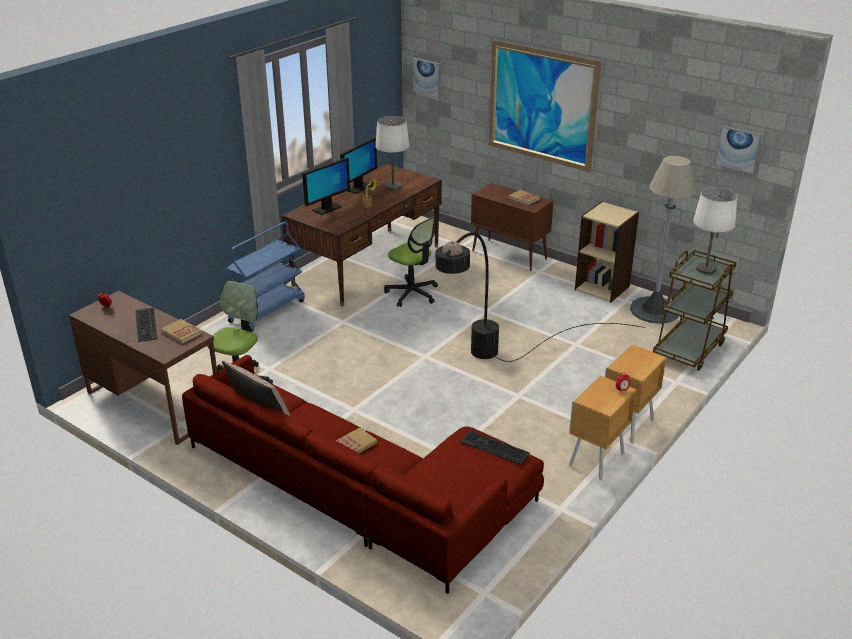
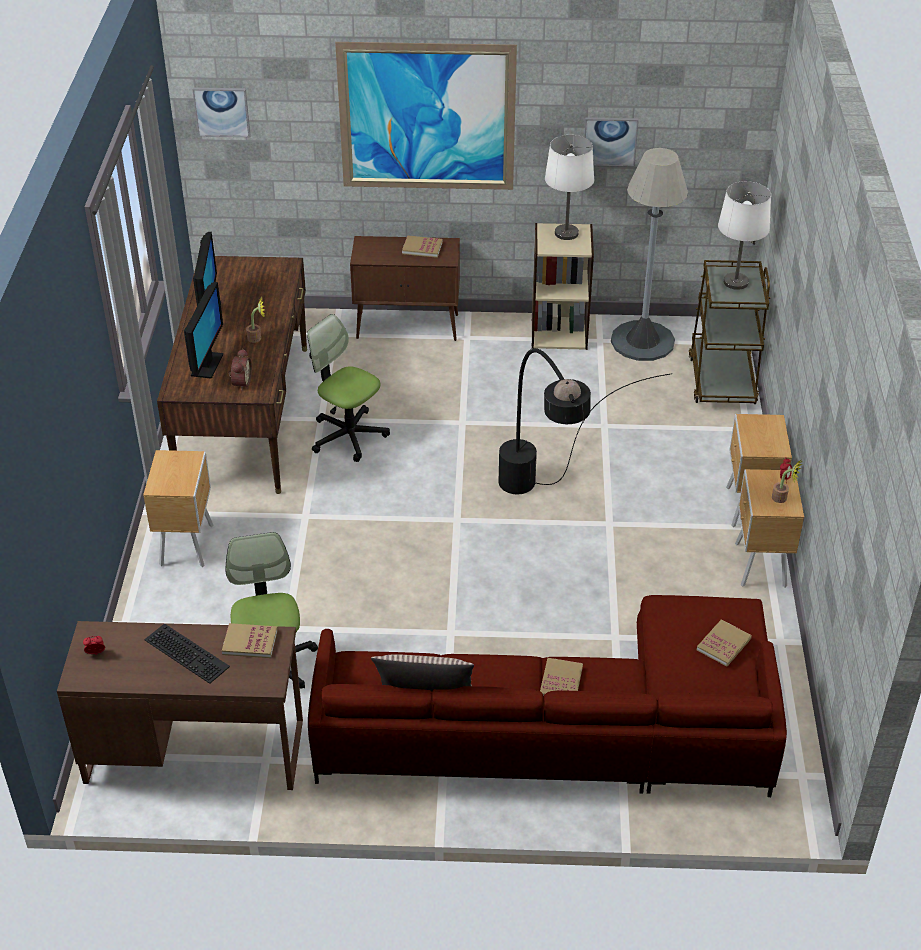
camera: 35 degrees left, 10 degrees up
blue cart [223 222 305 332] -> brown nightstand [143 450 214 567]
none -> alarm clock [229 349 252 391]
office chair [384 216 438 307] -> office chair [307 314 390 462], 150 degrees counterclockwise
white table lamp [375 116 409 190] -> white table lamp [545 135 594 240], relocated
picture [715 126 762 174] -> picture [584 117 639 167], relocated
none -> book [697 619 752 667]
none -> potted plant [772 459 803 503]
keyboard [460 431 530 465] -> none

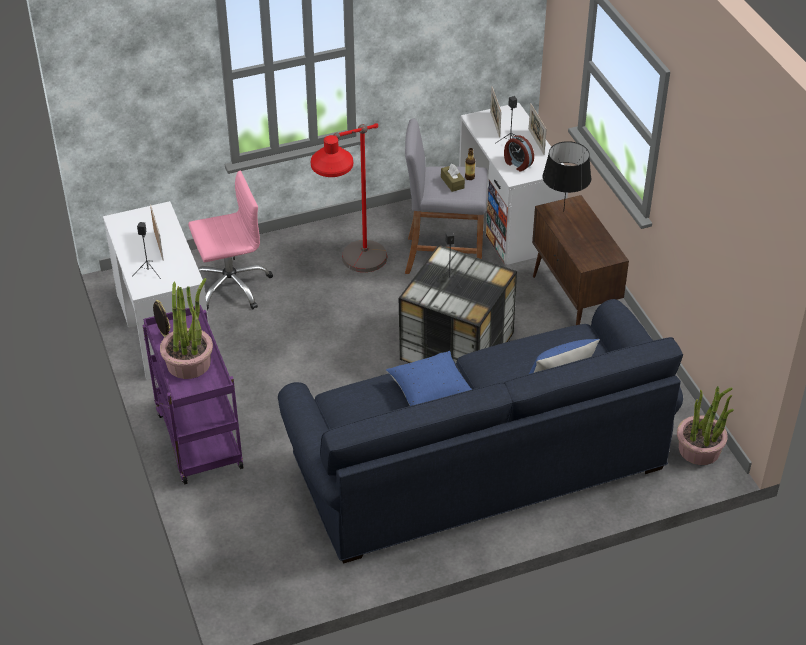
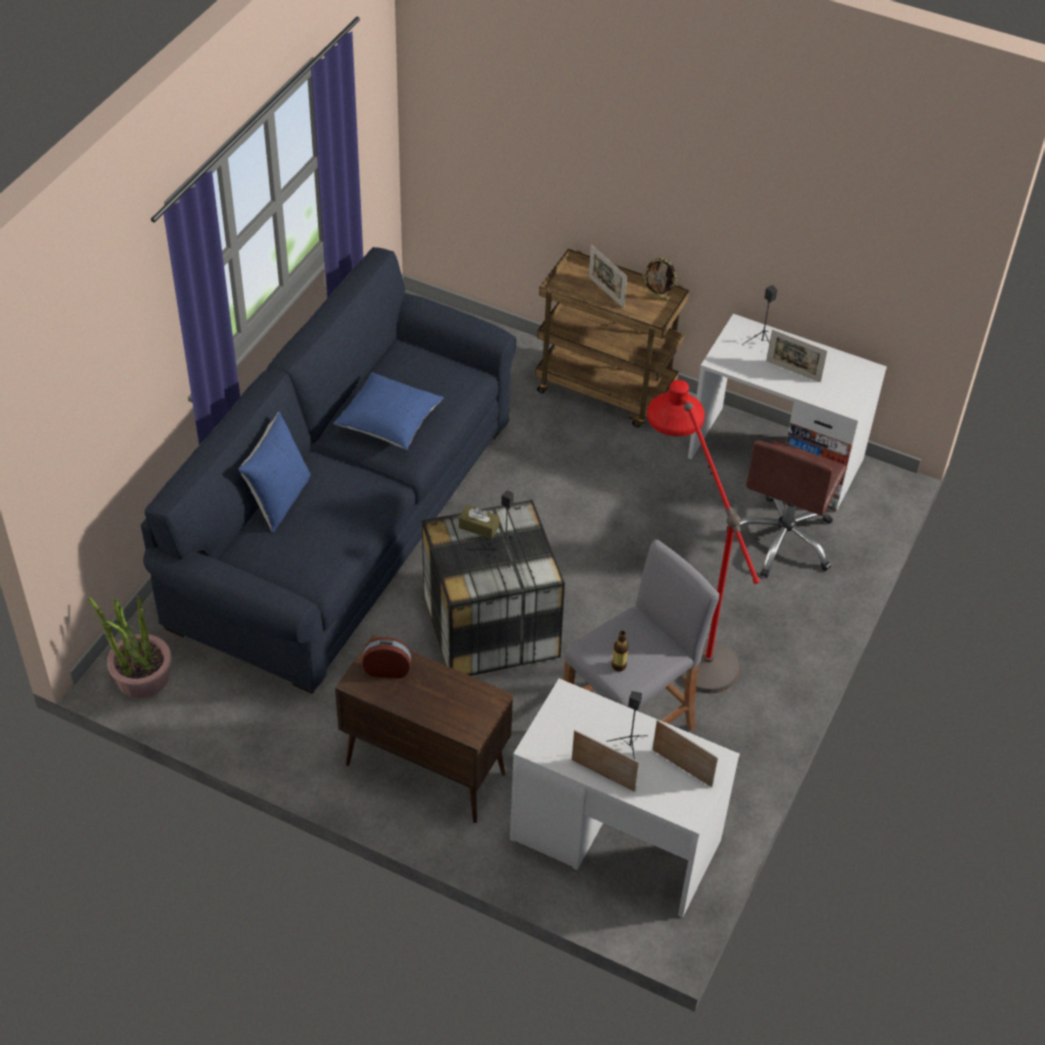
camera: 135 degrees right, 5 degrees up
alarm clock [504 135 534 172] -> alarm clock [362 637 411 679], relocated
brown tissue box [441 164 465 192] -> brown tissue box [459 505 500 539], relocated
purple cart [143 305 244 485] -> brown cart [535 249 690 428]
potted plant [160 278 213 379] -> picture frame [588 245 627 308]
pink office chair [188 171 273 310] -> brown office chair [727 440 847 578]
black table lamp [543 141 591 212] -> none

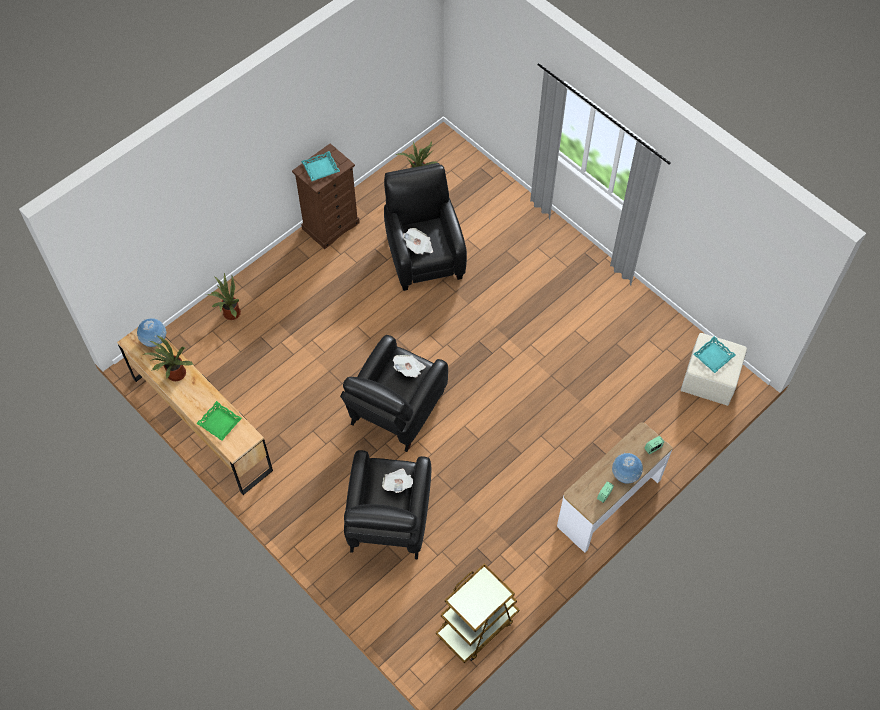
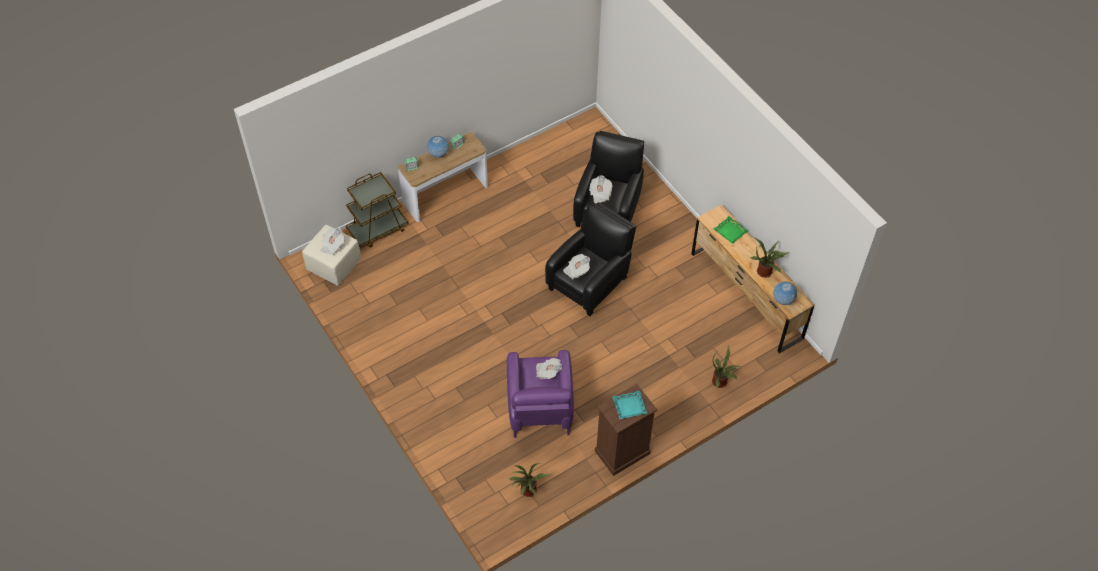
camera: 170 degrees left, 5 degrees down
turquoise tray [693 336 736 373] -> newspaper [320 228 345 255]
brown cart [436 563 519 664] -> brown cart [346 172 408 248], relocated
black armchair [384 163 467 291] -> purple armchair [507 350 574 438]

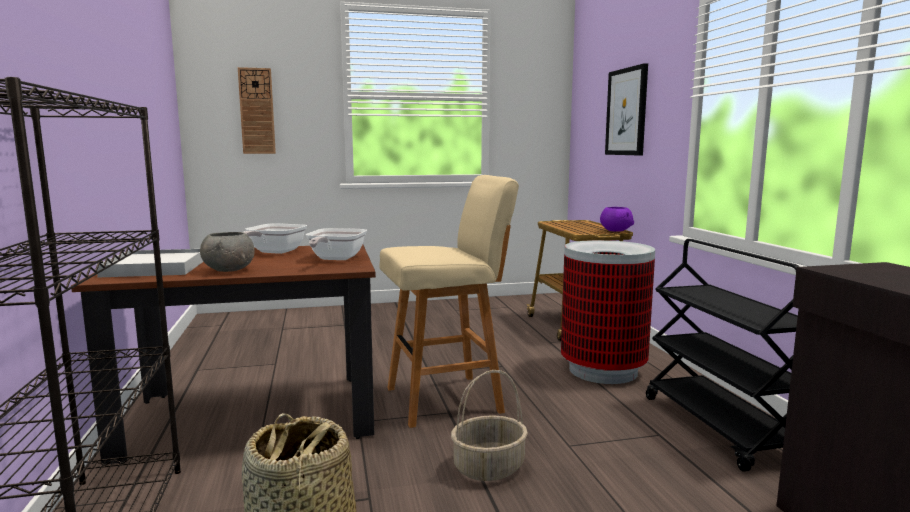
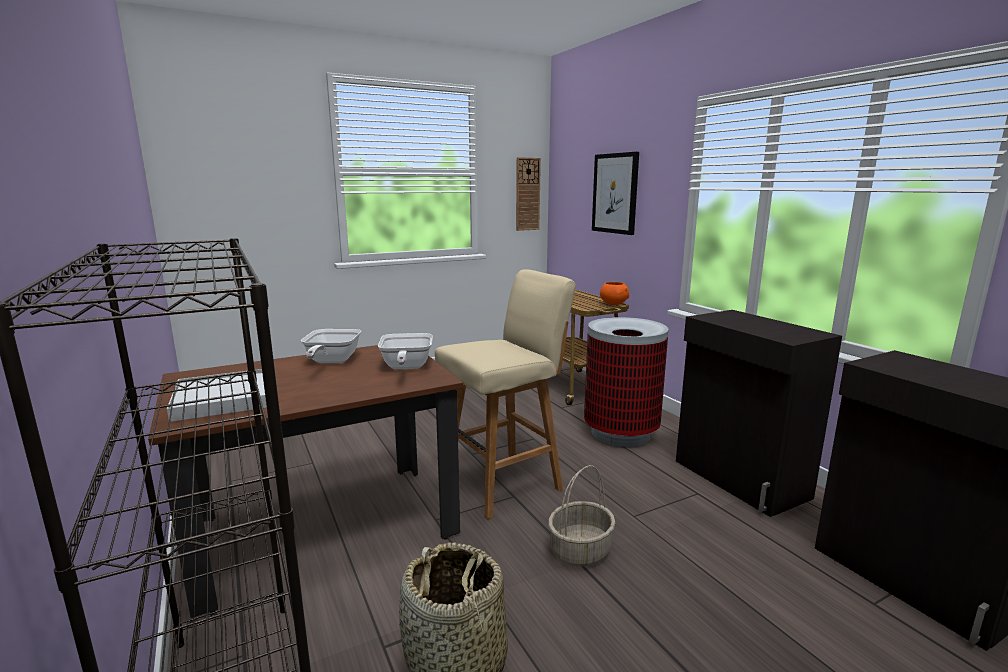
camera: 15 degrees left, 5 degrees up
wall clock [238 67 276 154] -> wall clock [516 157 541 231], relocated
purple bowl [600 207 634 232] -> orange bowl [600 282 629 305]
black cart [646 239 800 472] -> black cabinet [676 310 842 517]
grey bowl [200 232 255 272] -> none

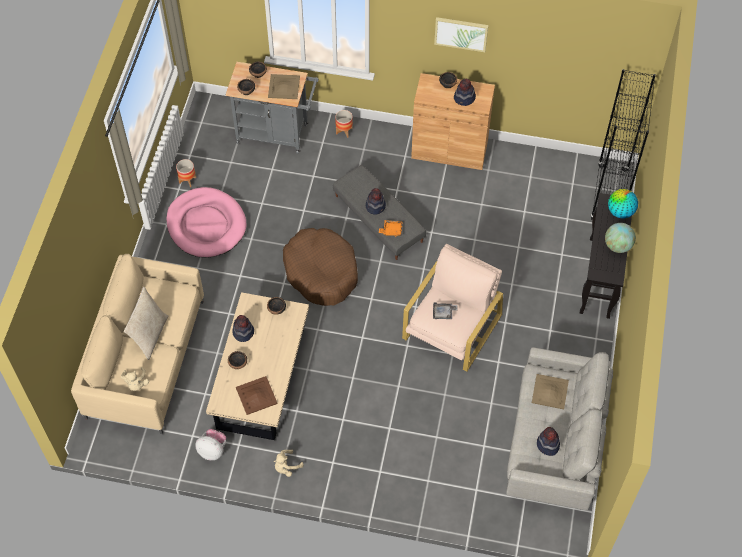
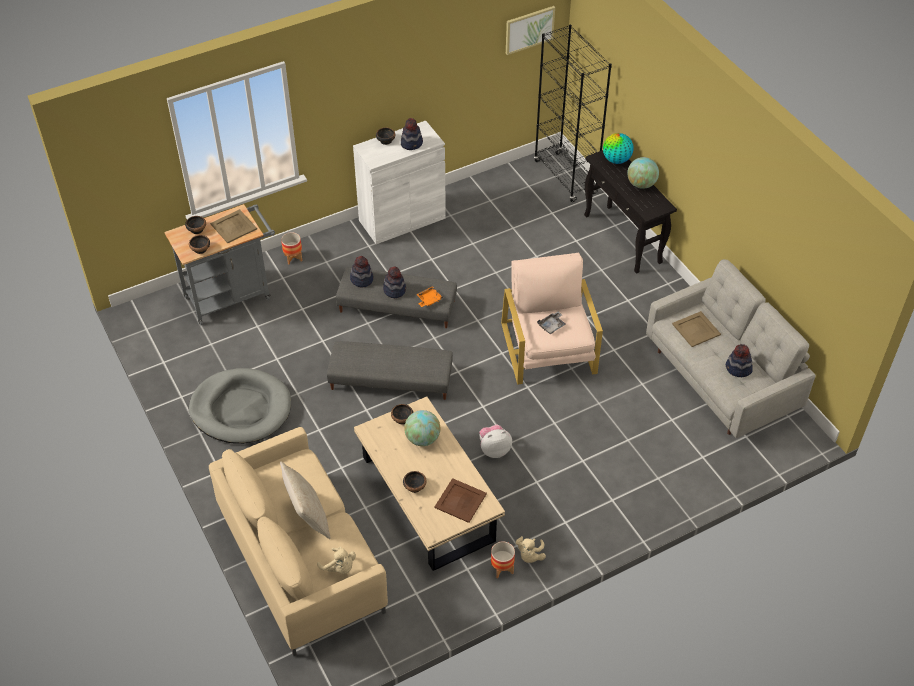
camera: 40 degrees left, 10 degrees down
pink dog bed [166 187 247 258] -> grey dog bed [189 368 291 444]
brown dog bed [283 228 358 306] -> grey ottoman [327 341 453 400]
hat [232 315 254 342] -> hat [350 256 373 288], relocated
brown cabinet [411 73 495 170] -> white cabinet [353 121 446 244]
none -> globe [404 410 440 446]
plush toy [195 429 226 460] -> plush toy [479 425 512 458], relocated
planter [176 159 196 187] -> planter [491 541 515 579], relocated
picture [434 17 488 52] -> picture [506 6 555 55], relocated

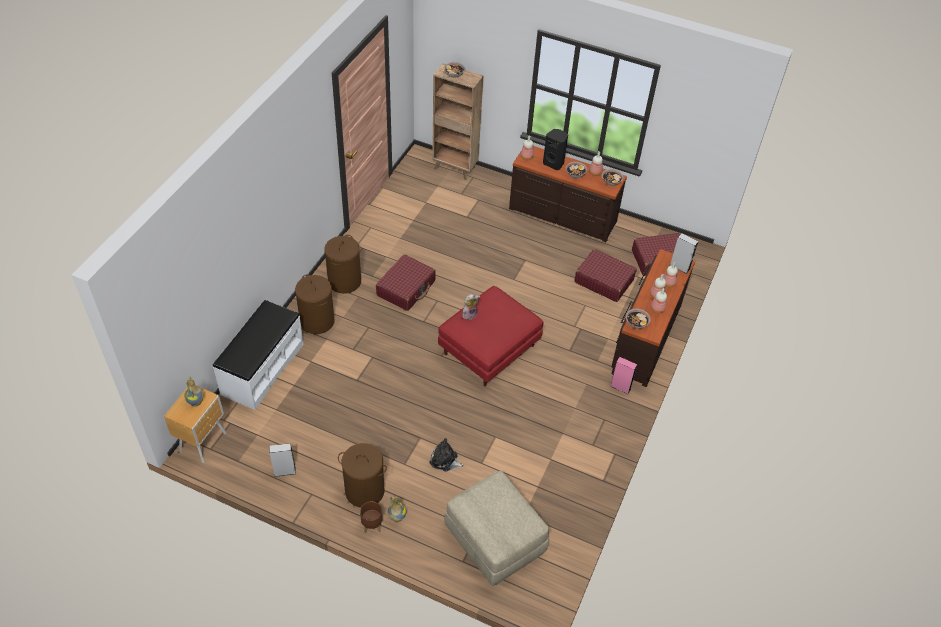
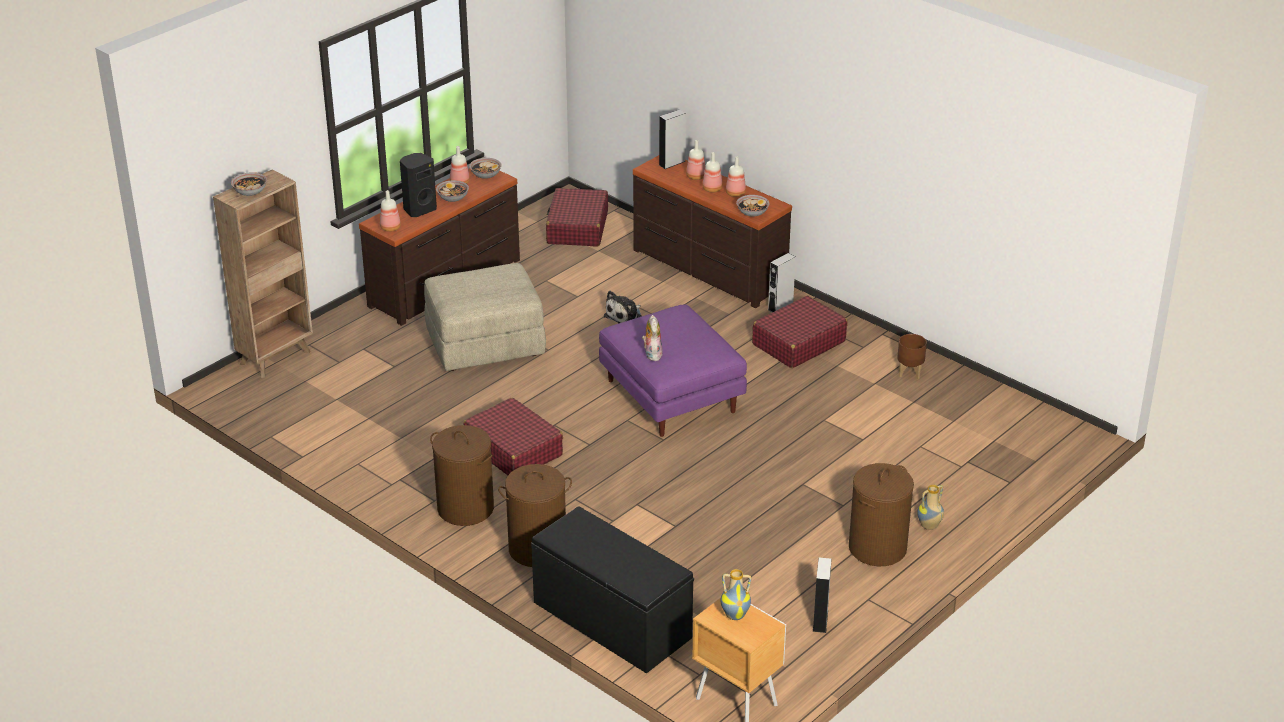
camera: 70 degrees left, 15 degrees down
beige ottoman [444 471 549 586] -> beige ottoman [424 263 546 371], relocated
white bench [213 300 304 410] -> black bench [531 507 694 674]
red ottoman [438 286 543 386] -> purple ottoman [599 304 747 437]
plush toy [429 438 464 472] -> plush toy [604 291 642 324], relocated
red suitcase [574 249 637 302] -> red suitcase [752 296 847 368], relocated
pink speaker [610 357 637 394] -> grey speaker [768 253 796 312]
brown planter [360 501 383 533] -> brown planter [897 334 927 380], relocated

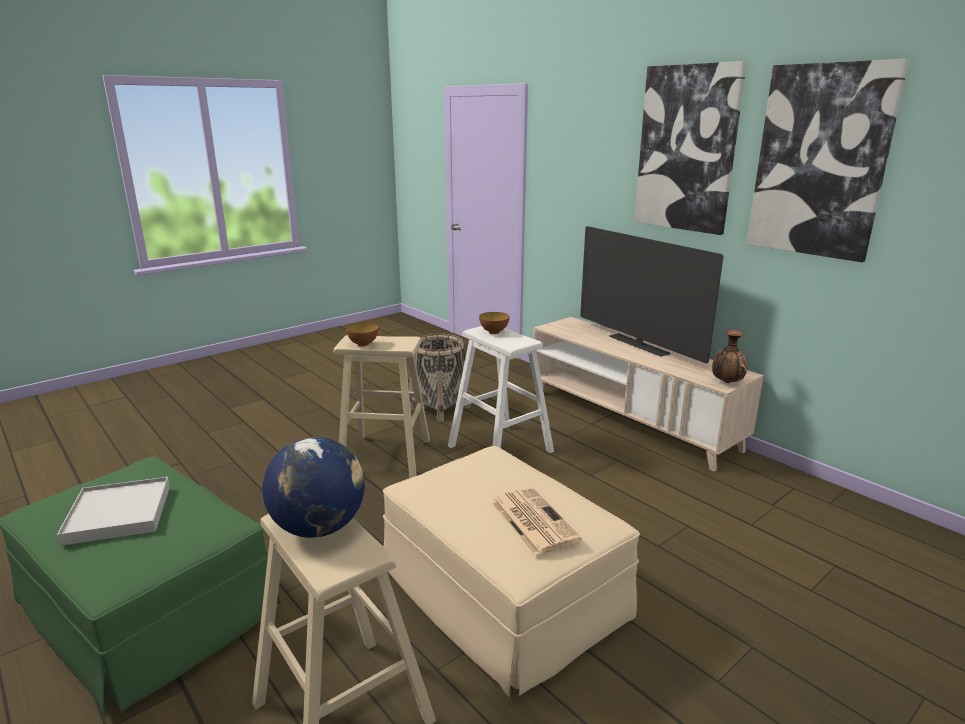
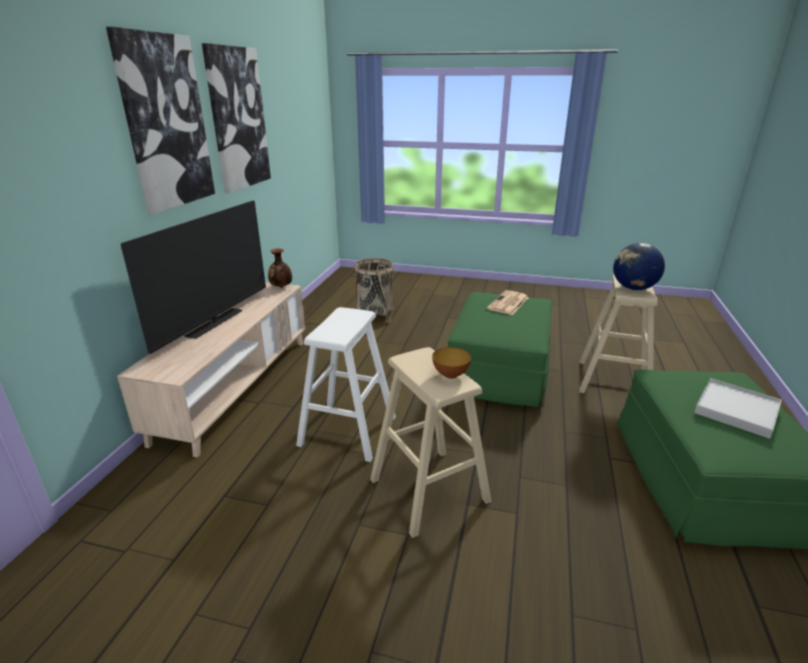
camera: 125 degrees left, 5 degrees up
basket [409 333 471 422] -> basket [355 258 394 323], relocated
beige ottoman [383 446 640 698] -> green ottoman [448 292 553 407]
bowl [479 312 510 334] -> none

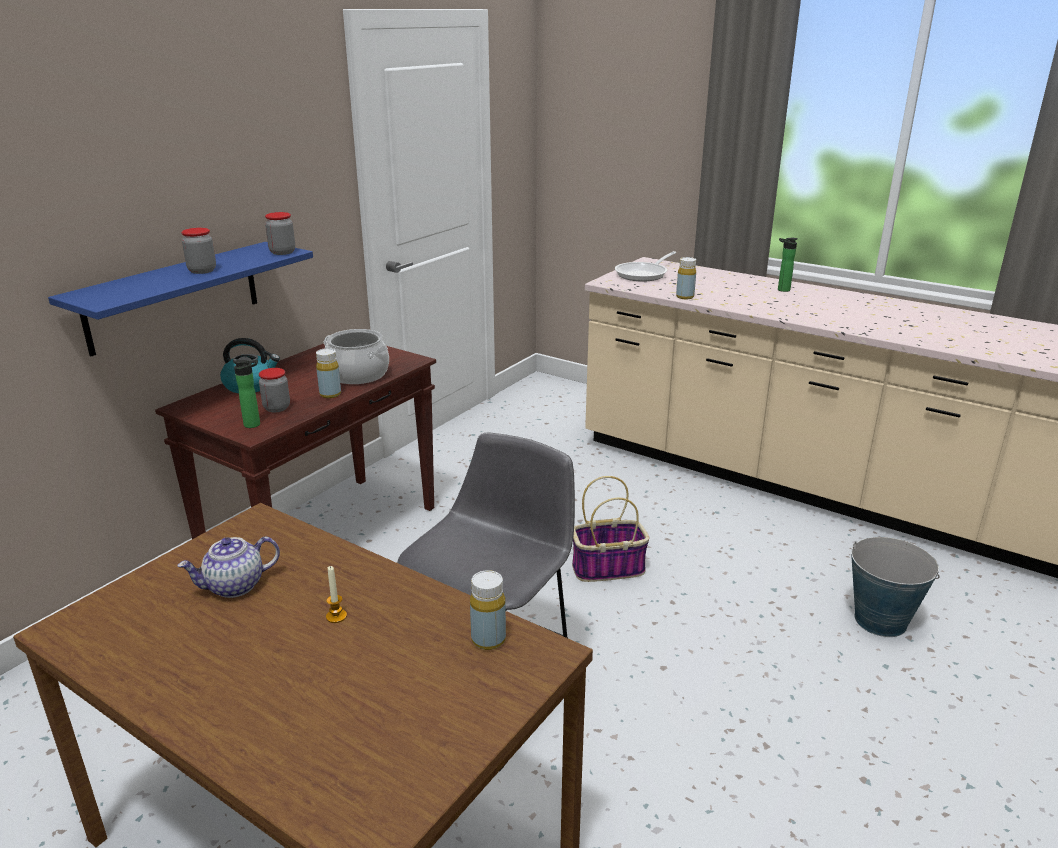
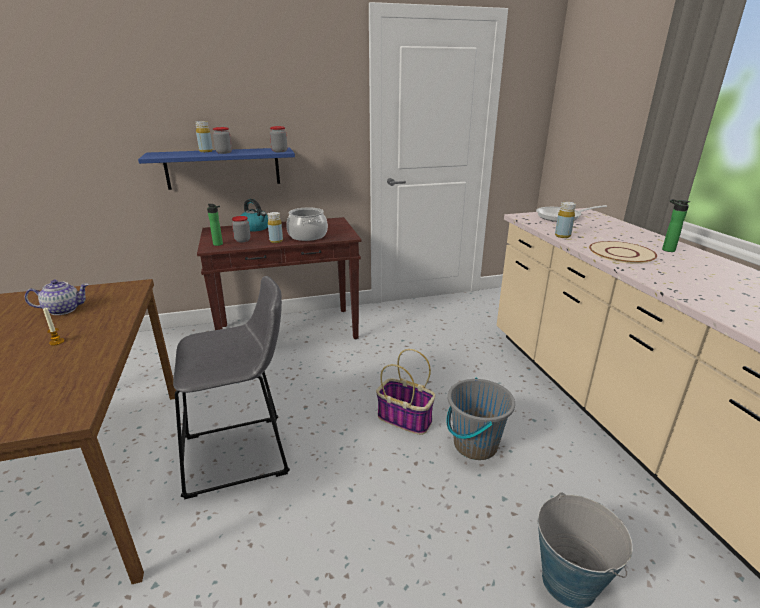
camera: 40 degrees right, 0 degrees up
teapot [178 537 280 598] -> teapot [25 280 89 315], 150 degrees clockwise
yellow bottle [470 570 506 650] -> yellow bottle [195 121 213 152], relocated
none -> grey bucket [446 378 515 460]
none -> beige plate [589 241 657 264]

